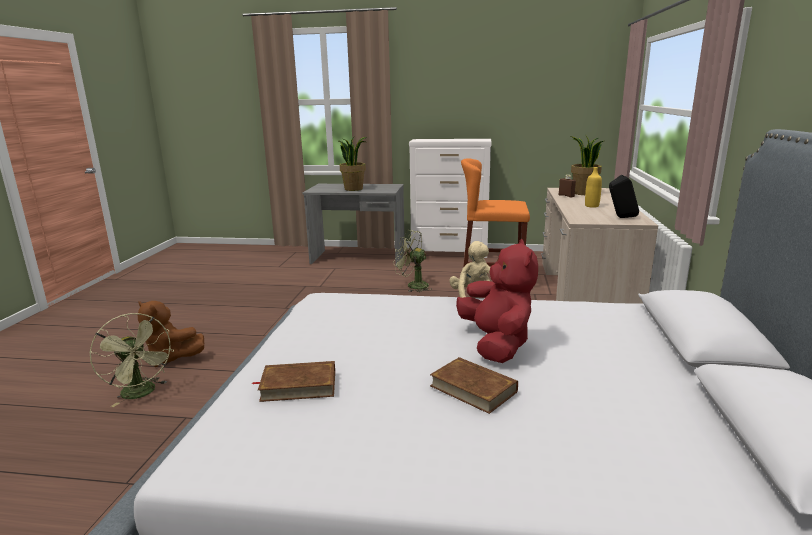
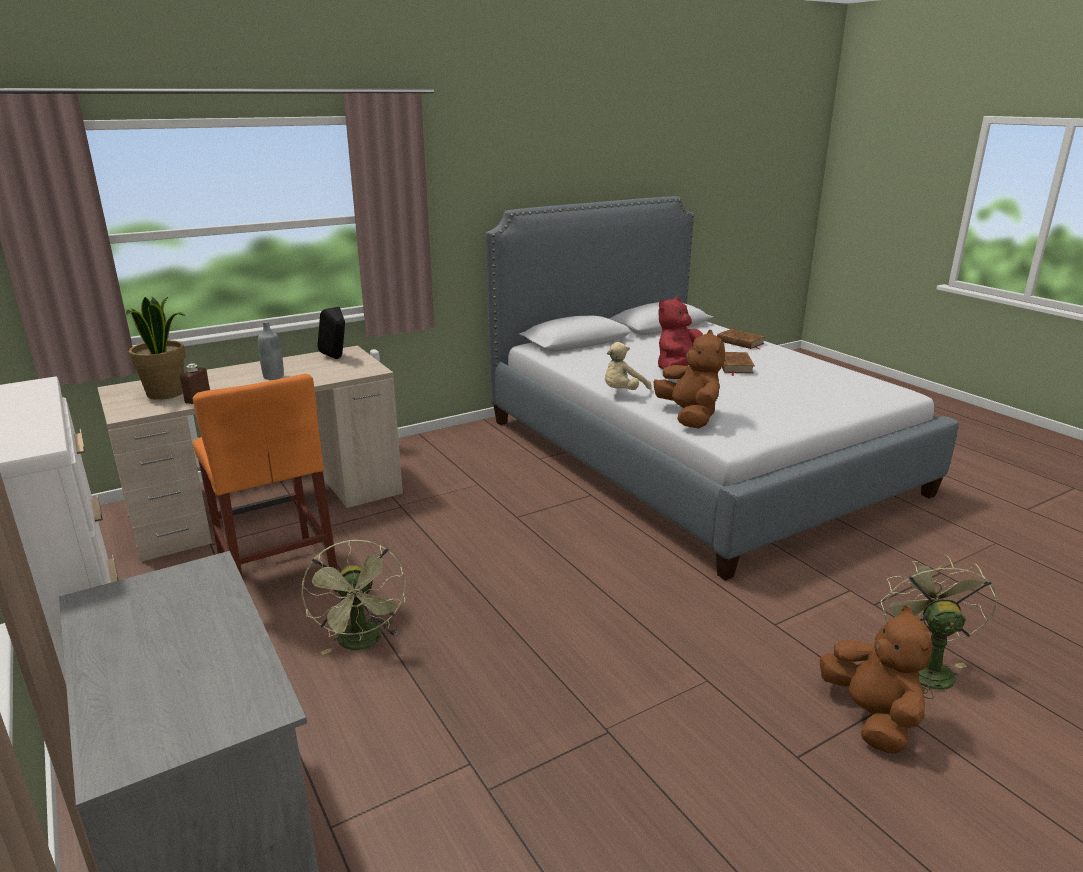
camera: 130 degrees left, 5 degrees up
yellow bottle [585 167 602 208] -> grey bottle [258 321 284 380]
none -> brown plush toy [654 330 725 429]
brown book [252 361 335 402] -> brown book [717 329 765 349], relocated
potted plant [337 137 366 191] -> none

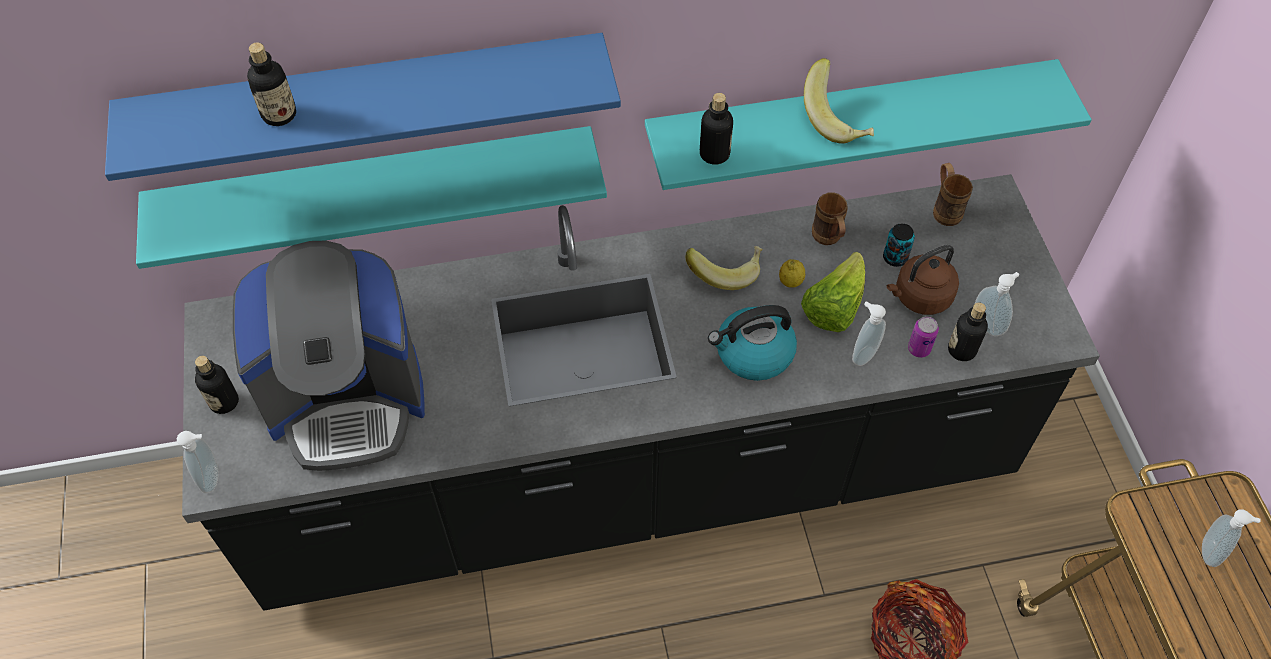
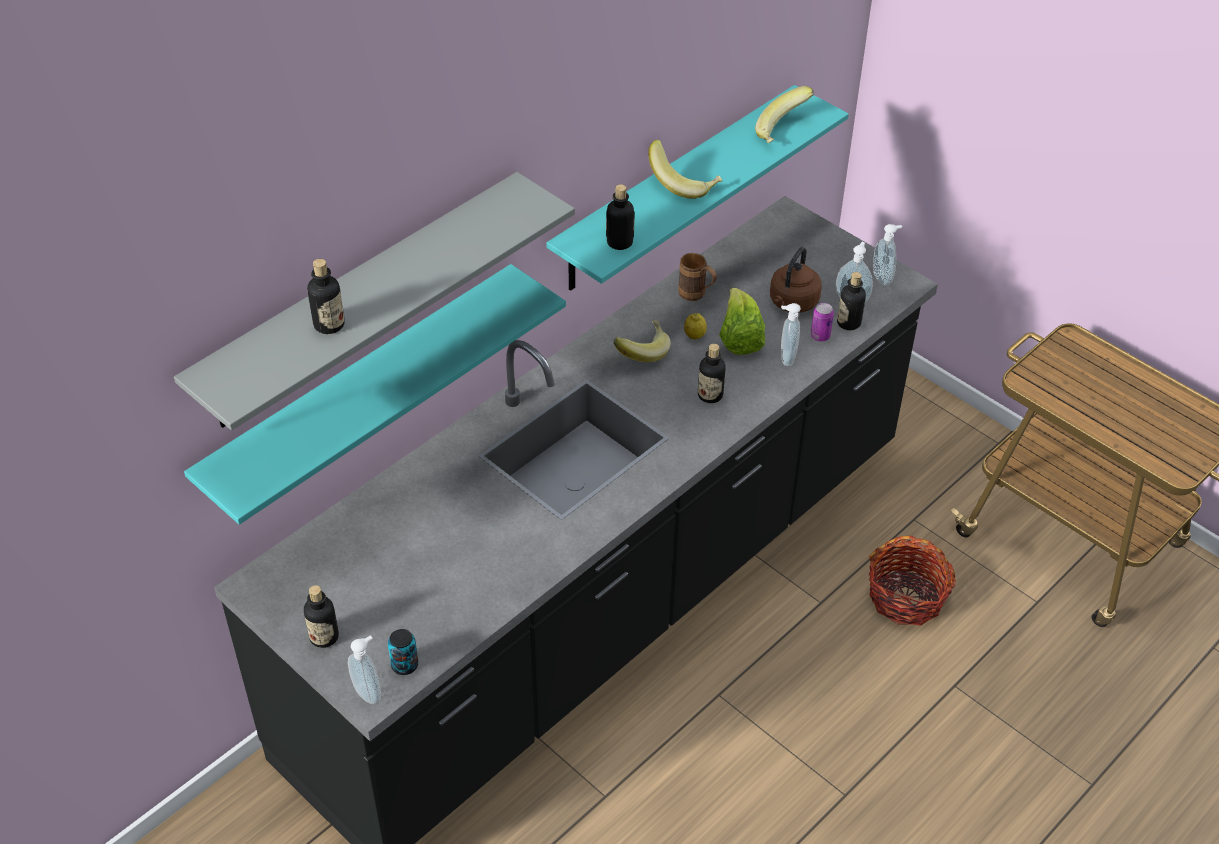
camera: 35 degrees left, 10 degrees down
blue shelf [105 33 621 181] -> grey shelf [174 172 575 430]
can [883 223 915 267] -> can [388 629 418 675], relocated
kettle [708 305 797 381] -> bottle [698 344 725 403]
none -> banana [755 86 814 143]
soap dispenser [1202 509 1260 567] -> soap dispenser [873 224 902 286], relocated
coffee machine [233 241 425 471] -> none
brown mug [933 163 973 226] -> none

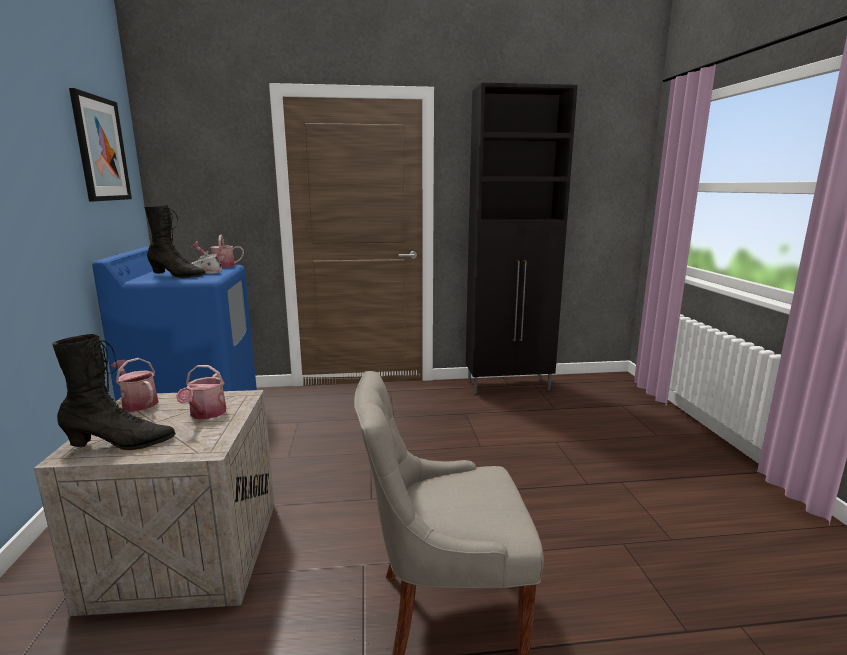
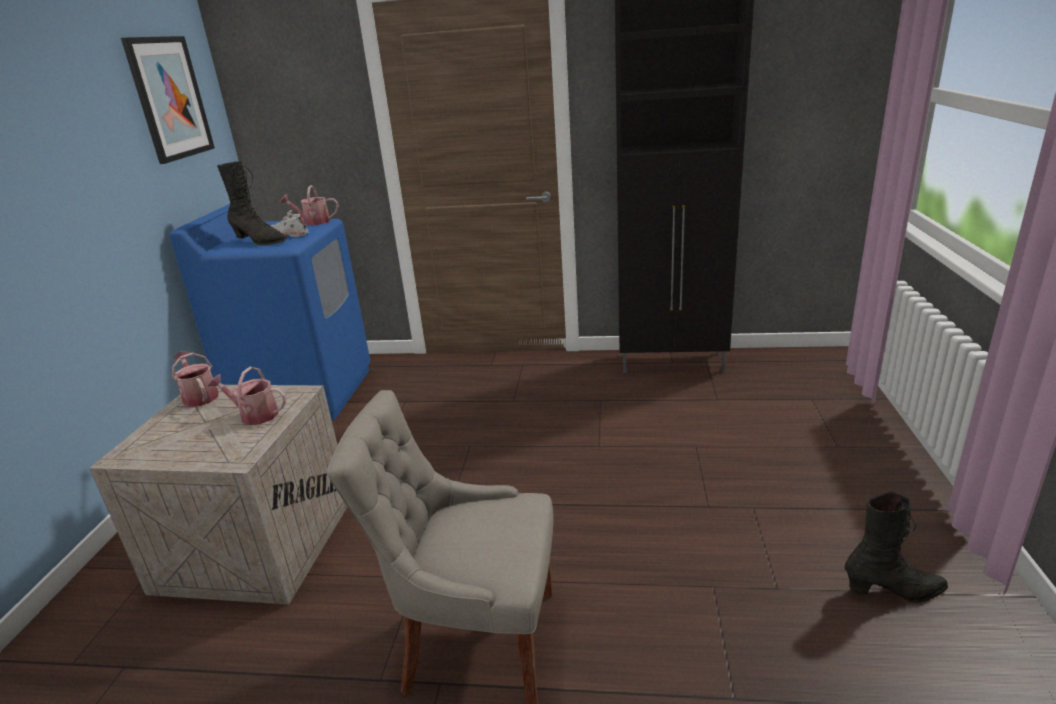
camera: 15 degrees right, 10 degrees up
watering can [176 365 226 419] -> watering can [208 367 286 425], 90 degrees clockwise
black boot [52 334 175 450] -> black boot [845 492 948 603], relocated

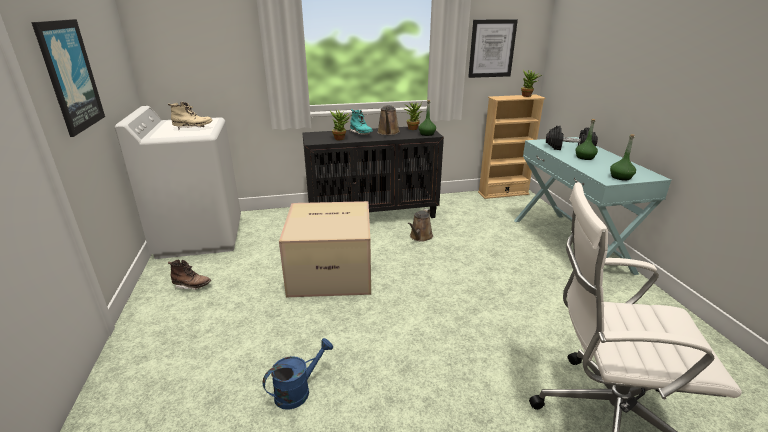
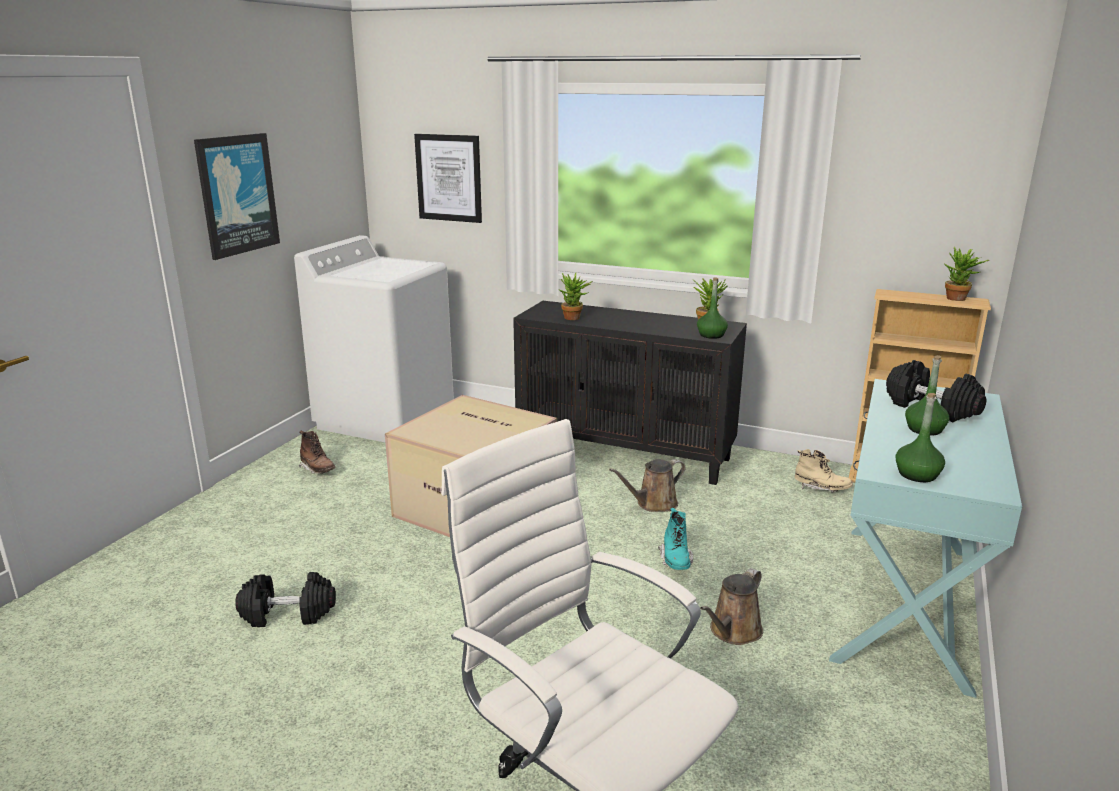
camera: 35 degrees right, 5 degrees down
blue watering can [263 338 333 410] -> black dumbbell [235 572 336 627]
picture [468 19 518 78] -> picture [414 134 482 223], relocated
turquoise boot [349 109 373 135] -> turquoise boot [658 508 693 570], relocated
brown watering can [377 105 400 135] -> brown watering can [700 568 763 645], relocated
beige boot [168 102 213 130] -> beige boot [795 449 853 492], relocated

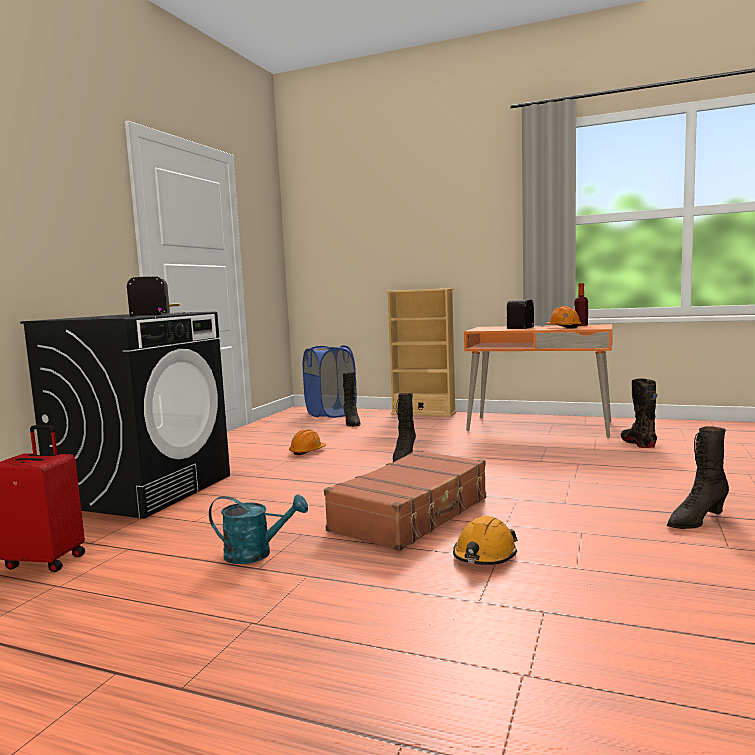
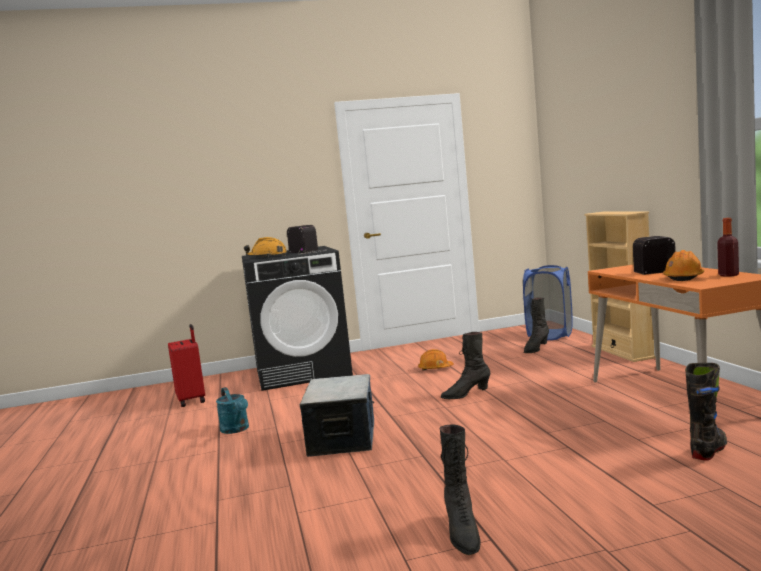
camera: 55 degrees right, 0 degrees up
orange hard hat [453 516 518 565] -> orange hard hat [244 237 287 257], relocated
brown suitcase [324 450 486 551] -> storage box [300 374 374 457]
black boot [667 426 729 529] -> black boot [440 425 481 555], 120 degrees counterclockwise

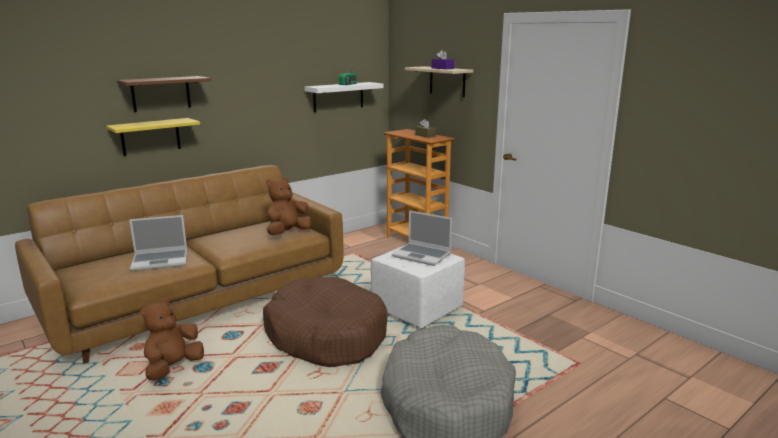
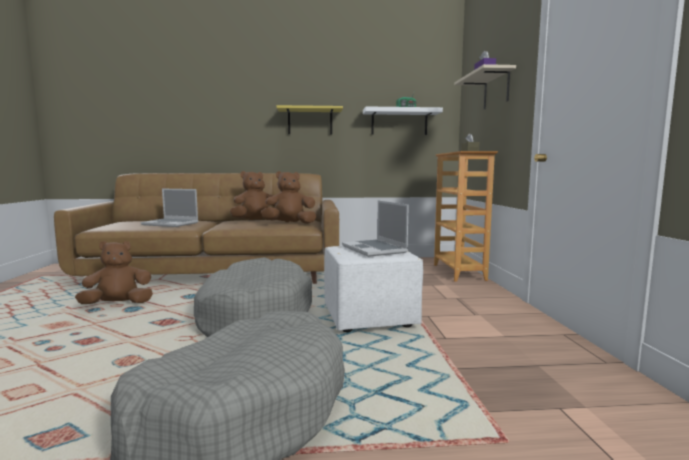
camera: 35 degrees right, 10 degrees down
brown dog bed [263 277 388 367] -> grey dog bed [194 257 312 337]
none -> brown plush toy [230 171 276 221]
yellow shelf [106 118 200 156] -> yellow shelf [276 105 343 134], relocated
brown shelf [117 76 211 112] -> none

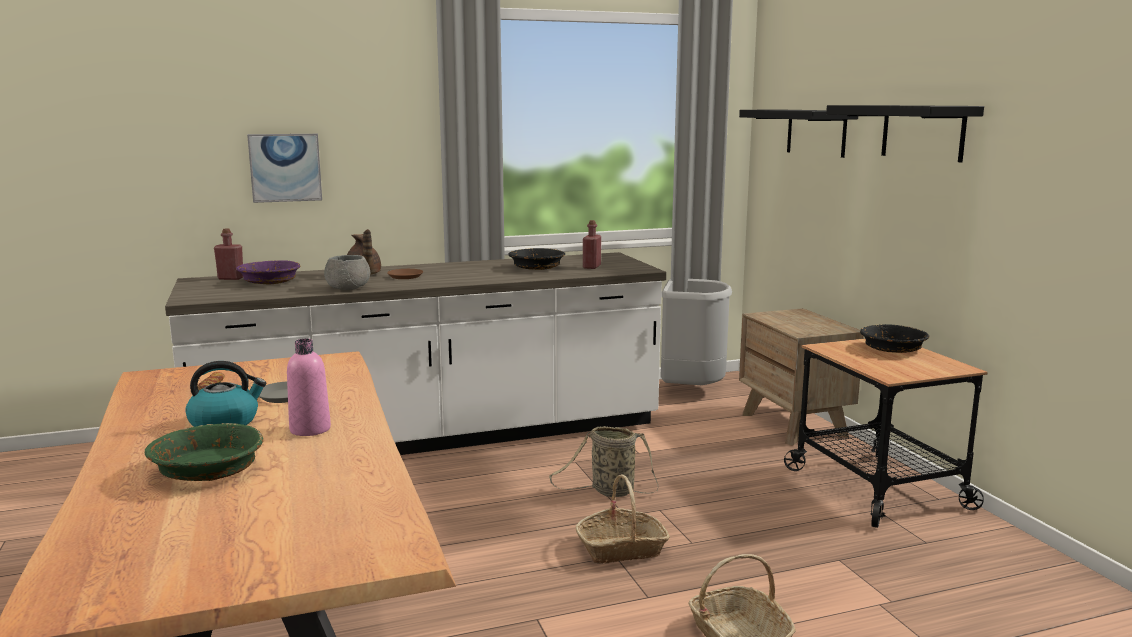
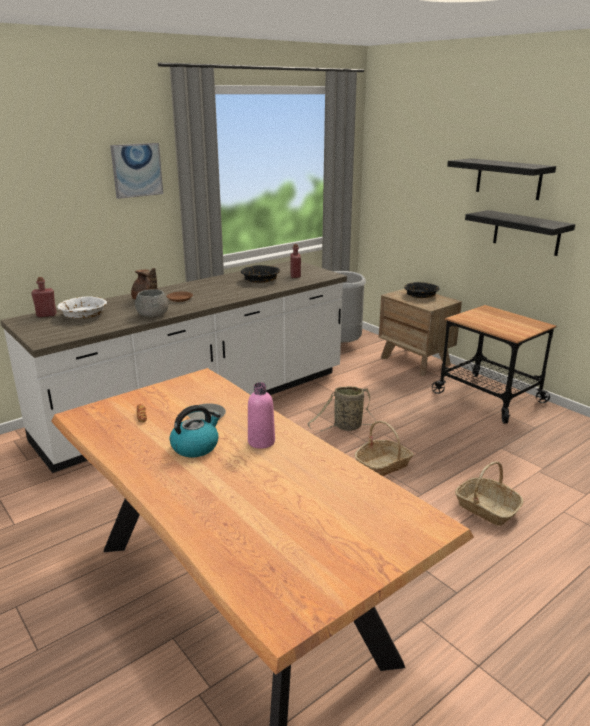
camera: 20 degrees left, 10 degrees up
purple bowl [236 260 301 285] -> white bowl [57 296 107 319]
picture [247 134 322 203] -> picture [110 143 163 199], relocated
black bowl [860 324 929 353] -> black bowl [404 282 440 298], relocated
black shelf [739 110 858 158] -> black shelf [465 210 575 256], relocated
green bowl [145 423 263 481] -> none

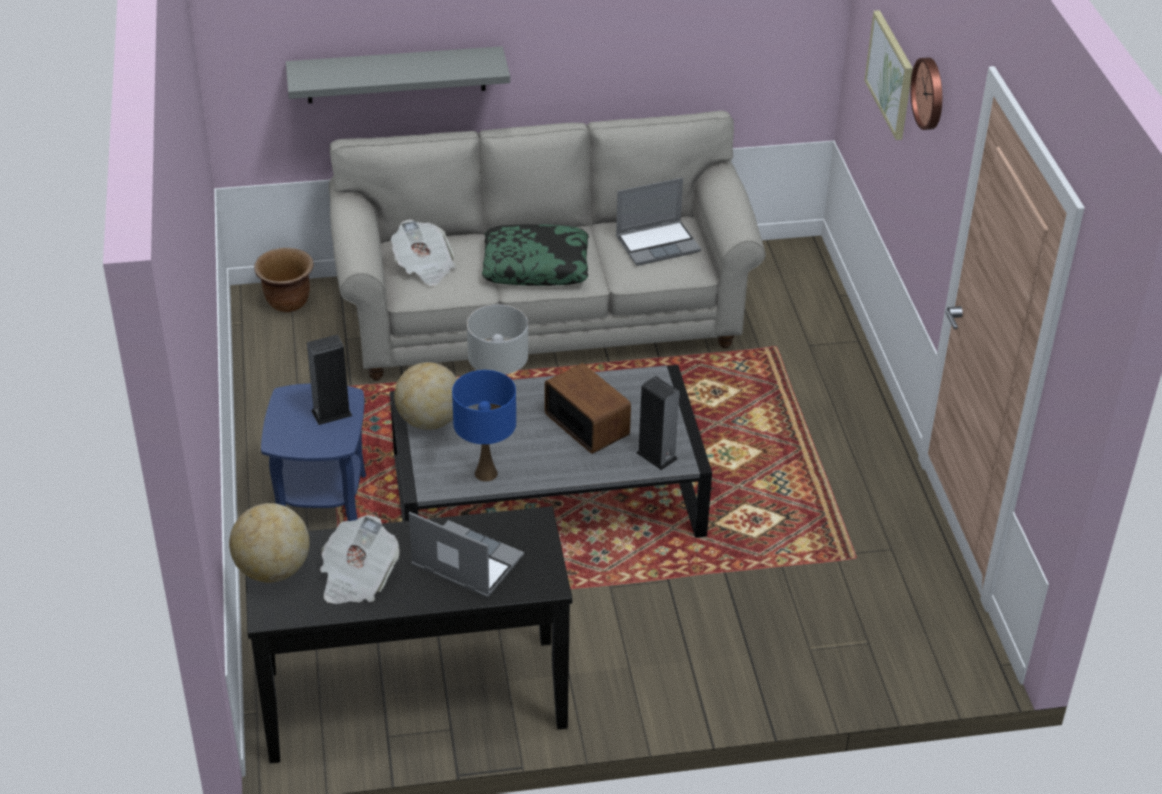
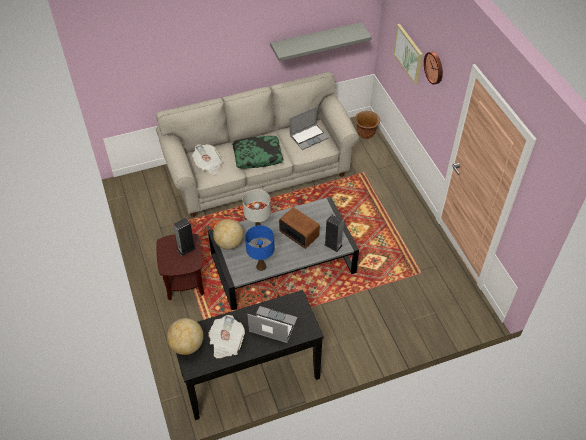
camera: 10 degrees left, 10 degrees up
blue side table [261 383 366 521] -> brown side table [157 233 204 301]
grey shelf [286 46 510 103] -> grey shelf [270 22 372 61], relocated
brown planter [254 248 314 312] -> brown planter [355 111 380 139], relocated

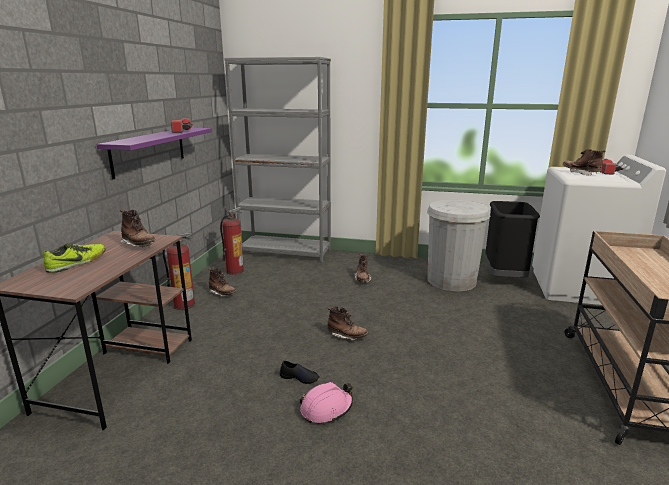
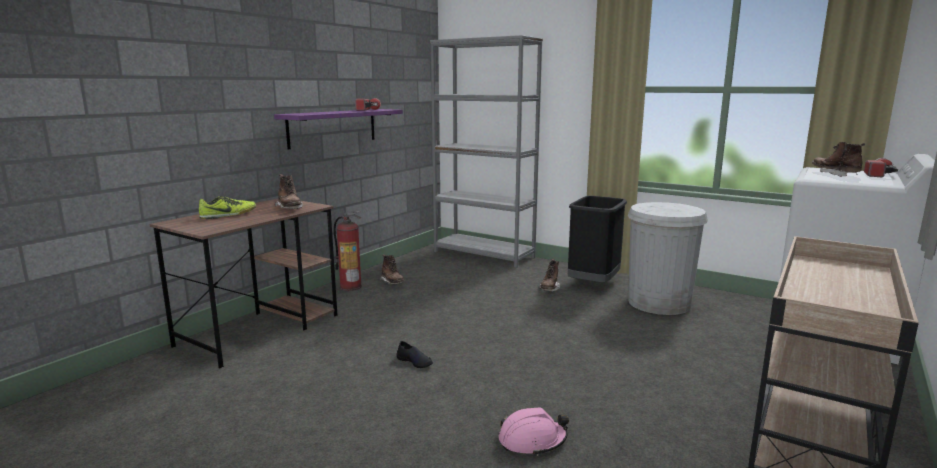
camera: 20 degrees right, 5 degrees down
pink hard hat [300 382 353 423] -> pink hard hat [499 407 569 456], relocated
black trash can [485 201 540 278] -> black trash can [568 196 627 282], relocated
fire extinguisher [220 207 244 275] -> none
brown boot [327 306 368 340] -> none

